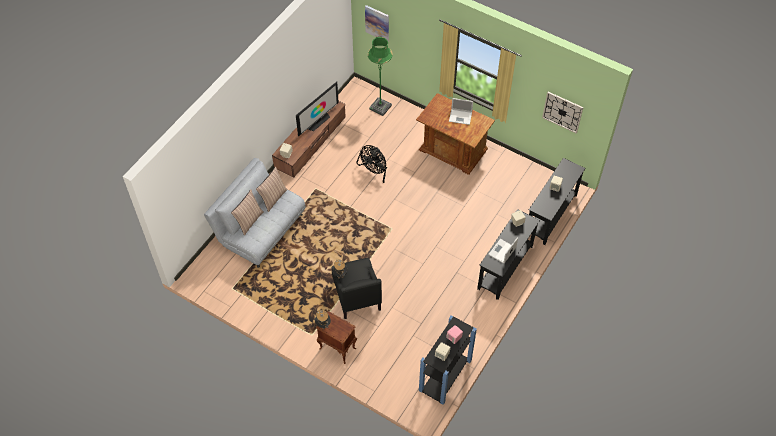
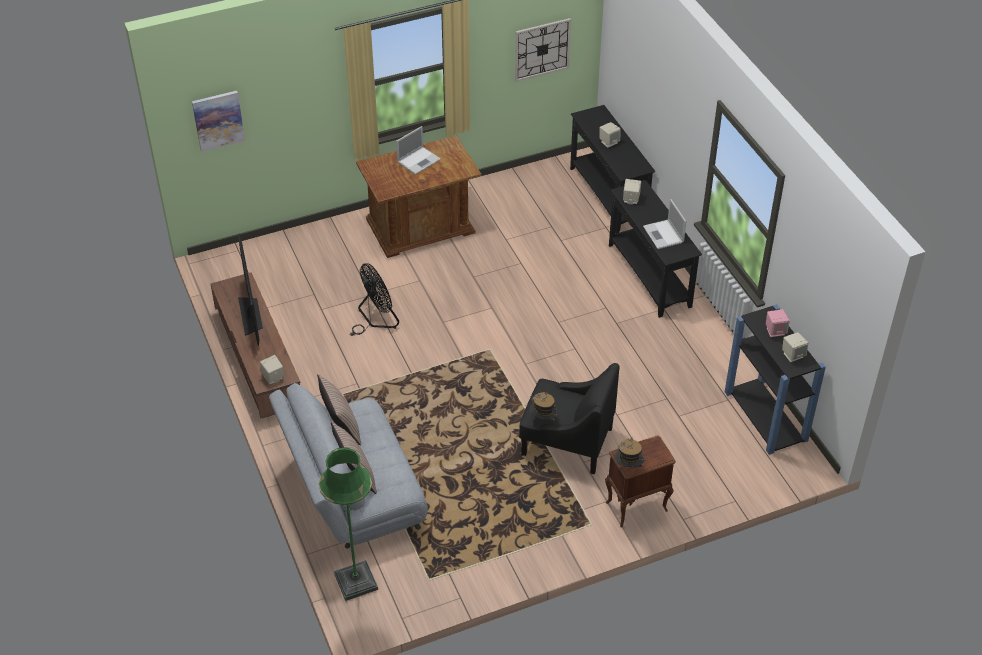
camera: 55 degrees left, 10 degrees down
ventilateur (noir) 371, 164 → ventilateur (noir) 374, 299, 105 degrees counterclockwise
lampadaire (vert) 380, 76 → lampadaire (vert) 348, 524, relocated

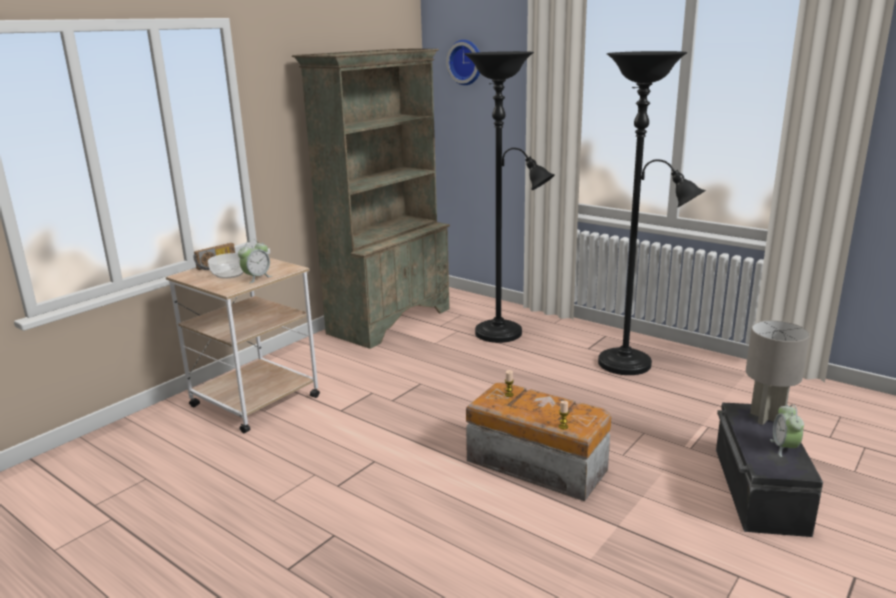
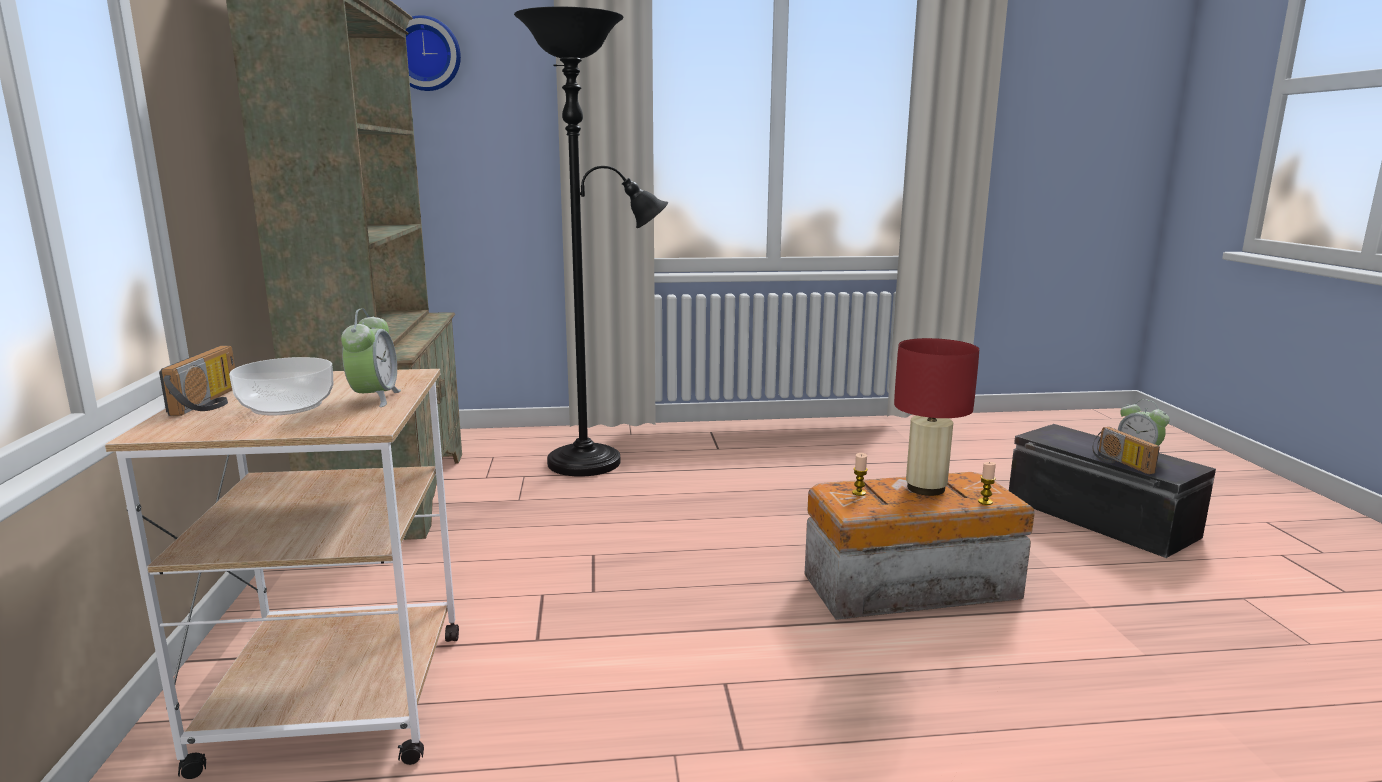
camera: 45 degrees left, 5 degrees down
lampadaire (noir) 652, 213 → -
lampe de table (gris) 778, 372 → -
- → lampe de table (rouge) 936, 417
- → radio 1126, 451

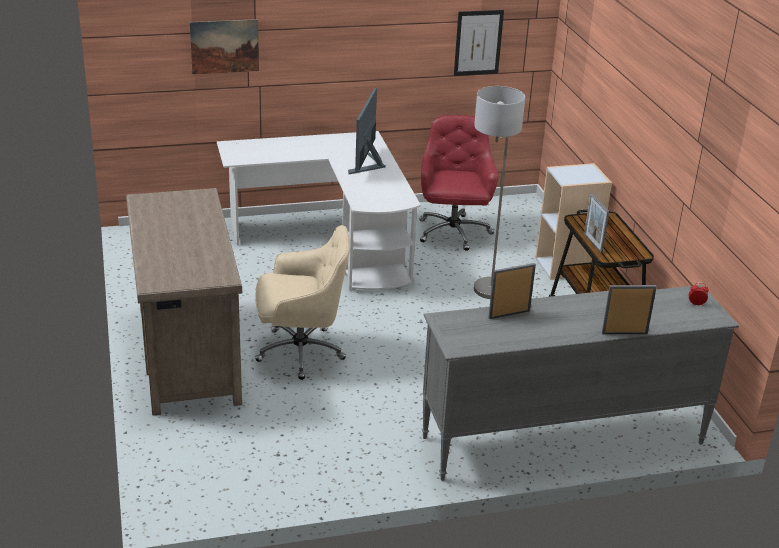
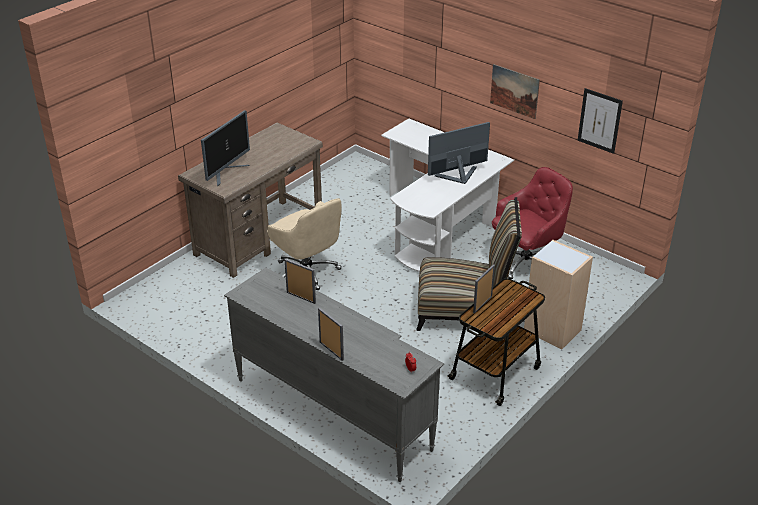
camera: 55 degrees right, 5 degrees up
tableau 224, 46 → tableau 515, 91, relocated
lampadaire (gris) 499, 192 → chaise 469, 264
- → écran d'ordinateur 225, 148

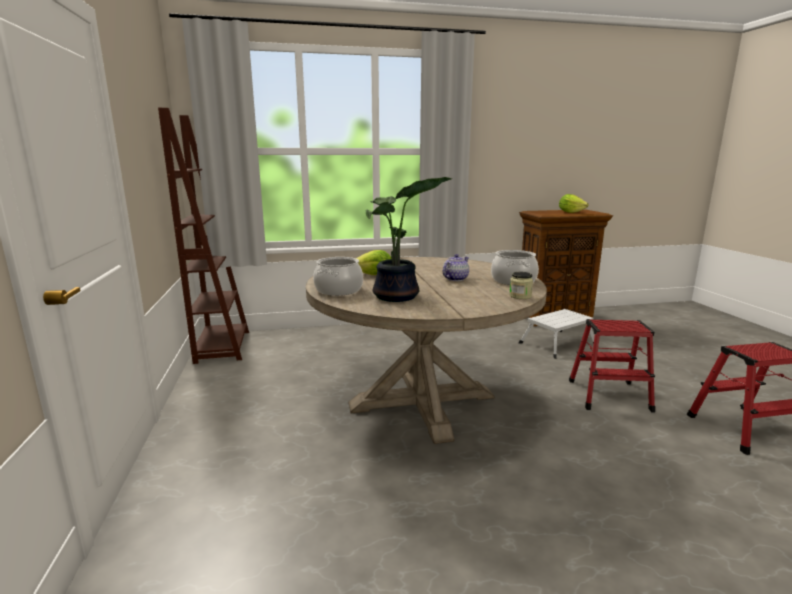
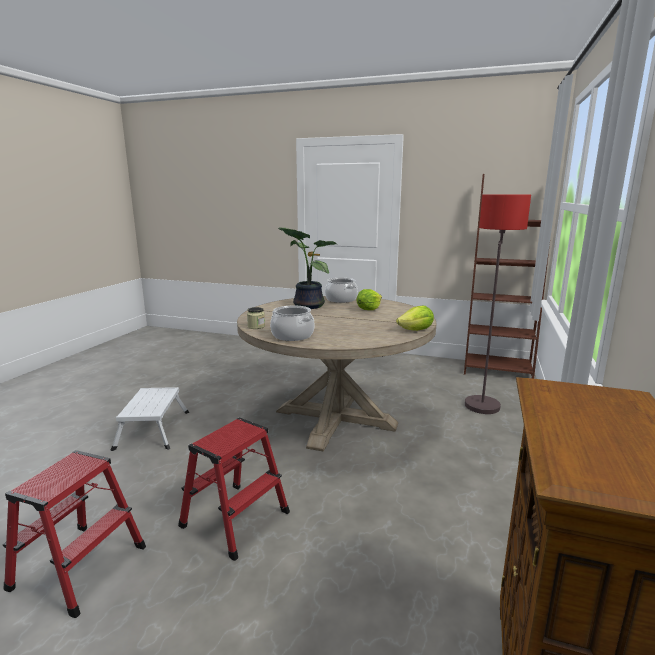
camera: 120 degrees right, 0 degrees up
théière 456, 267 → -
escabeau (blanc) 556, 334 → escabeau (blanc) 150, 419, relocated
laitue 573, 203 → laitue 415, 318, relocated
- → lampadaire (rouge) 498, 304

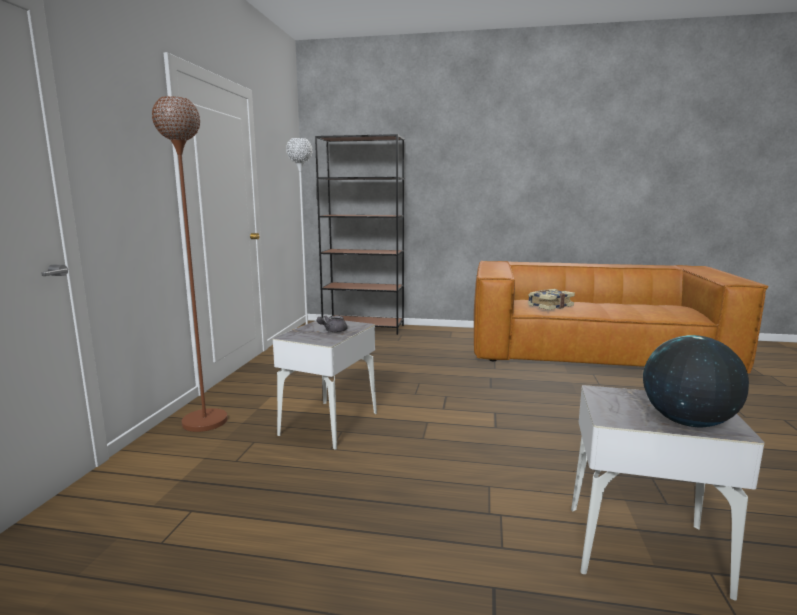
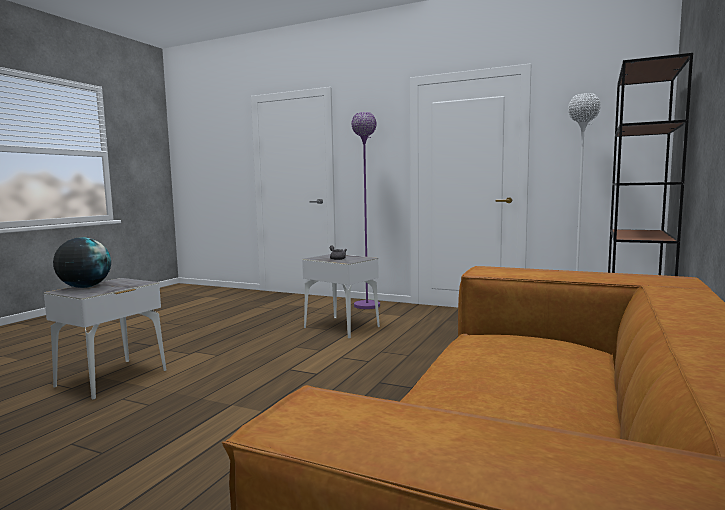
camera: 105 degrees right, 5 degrees down
lampadaire (marron) 190, 264 → lampadaire (violet) 366, 210
livre 551, 299 → -

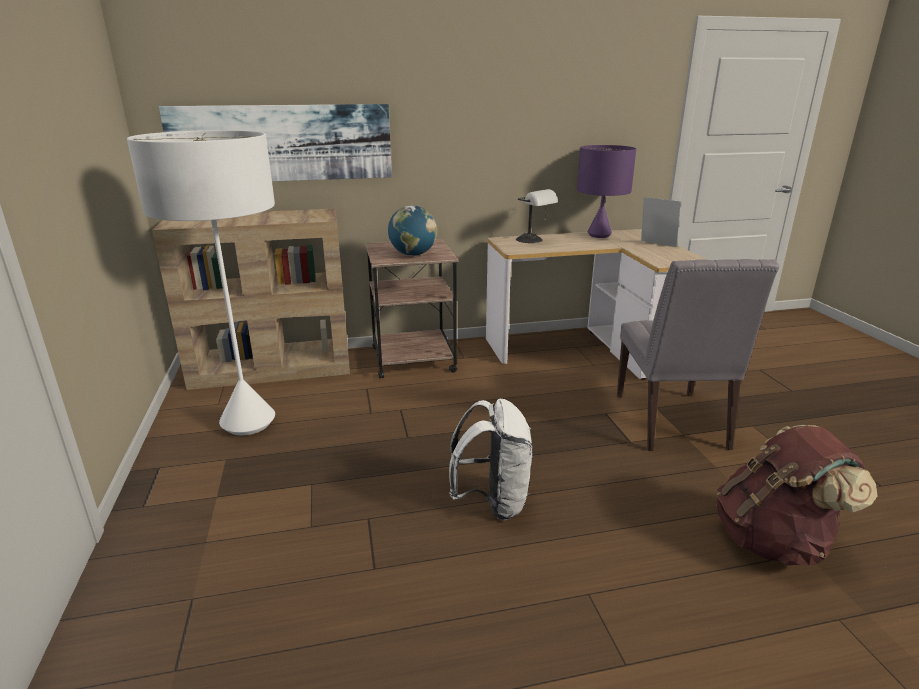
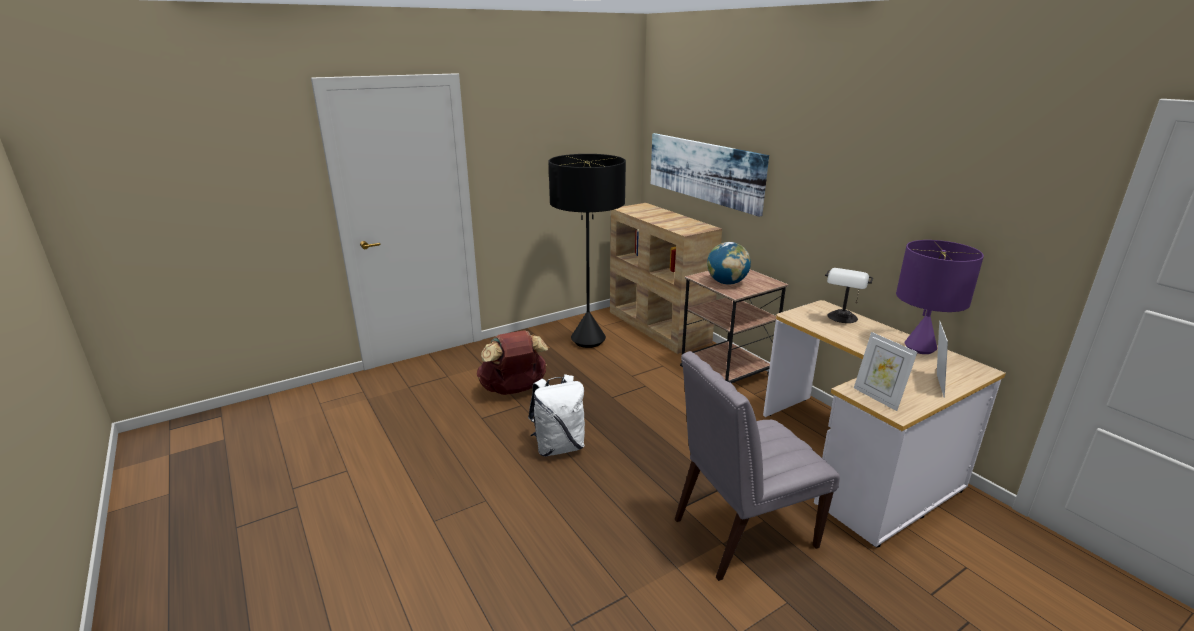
camera: 70 degrees right, 0 degrees up
lampadaire (blanc) 201, 282 → lampadaire (noir) 587, 251
sac à dos (marron) 797, 495 → sac à dos (marron) 512, 362, relocated
- → cadre photo 885, 371

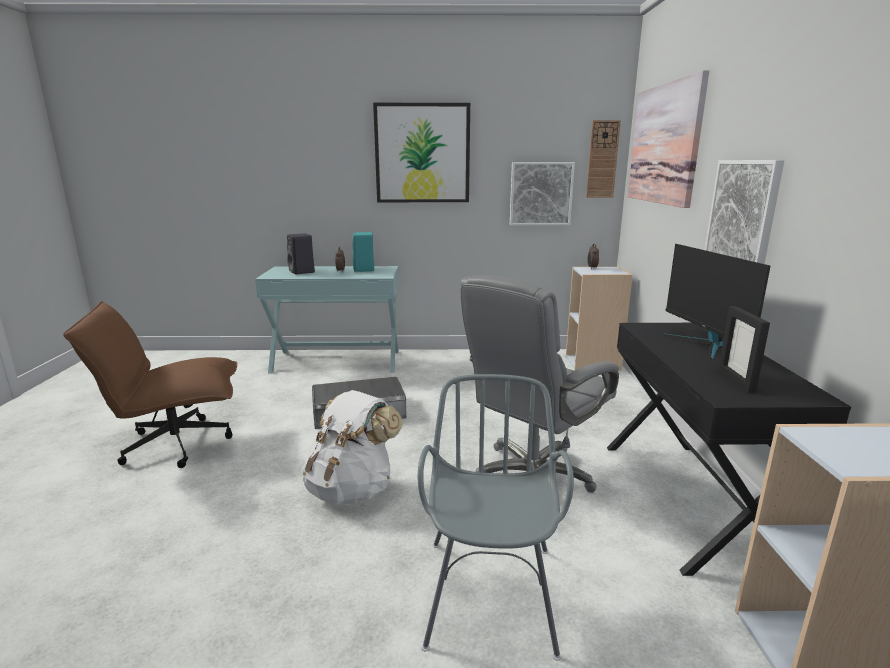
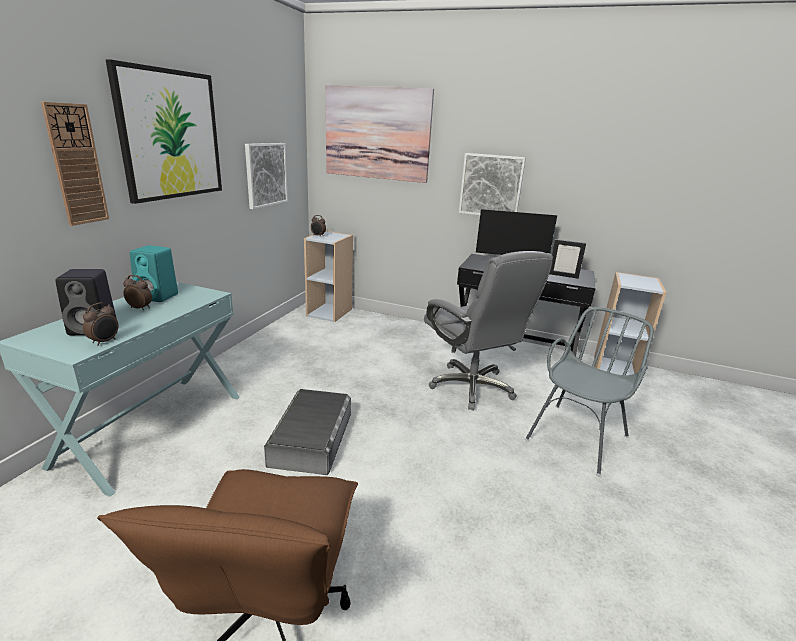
camera: 70 degrees left, 5 degrees up
sac à dos (blanc) 352, 447 → -
chaise (gris) 496, 517 → chaise (gris) 589, 392, 105 degrees clockwise
horloge murale 603, 159 → horloge murale 75, 164, relocated
- → réveil 100, 324

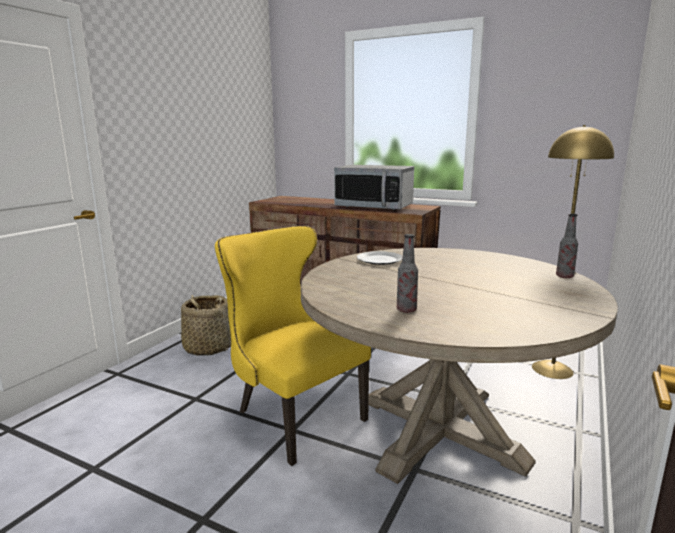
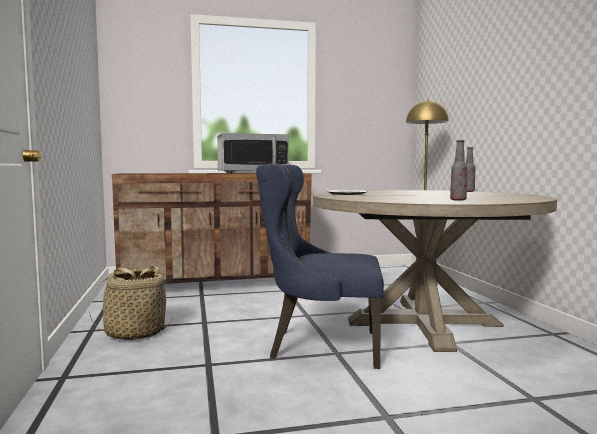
camera: 40 degrees left, 10 degrees down
chaise (jaune) 293, 346 → chaise (bleu) 320, 266

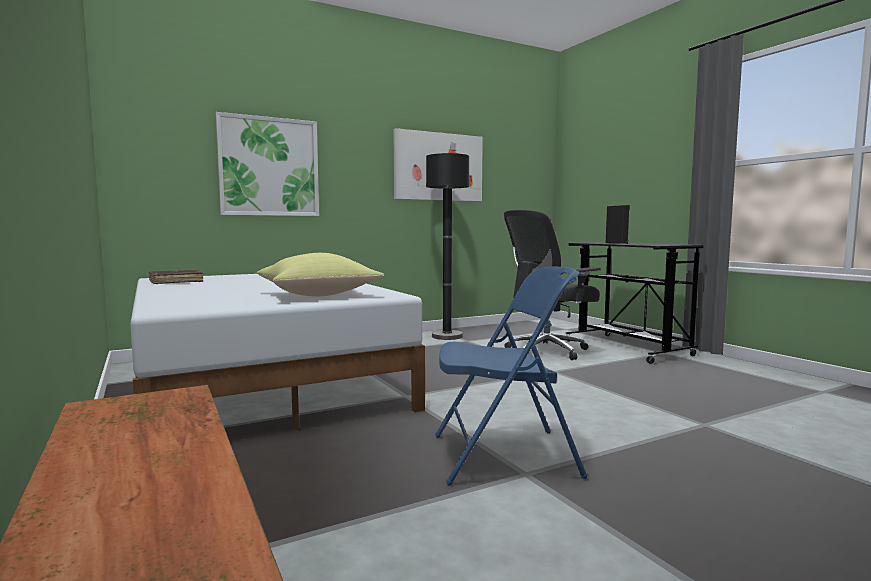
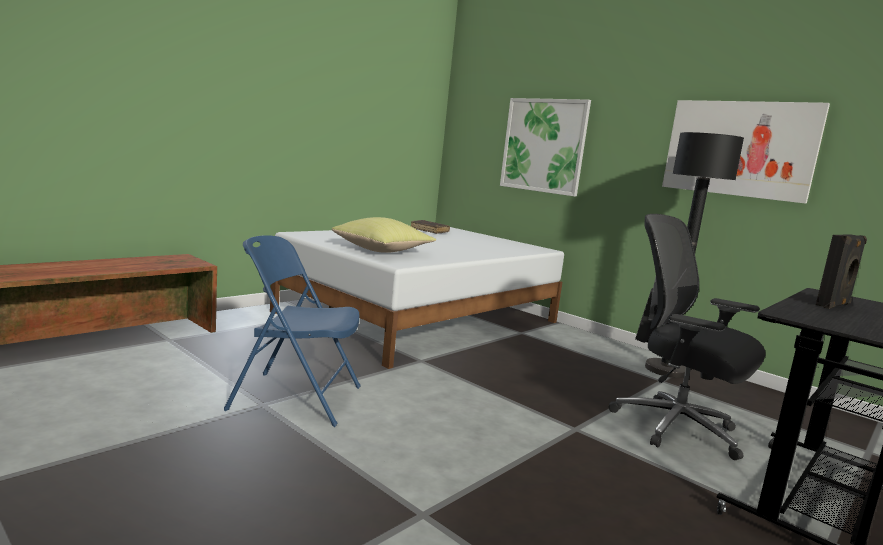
camera: 70 degrees right, 5 degrees up
chaise (bleu) 511, 376 → chaise (bleu) 292, 331, 120 degrees clockwise

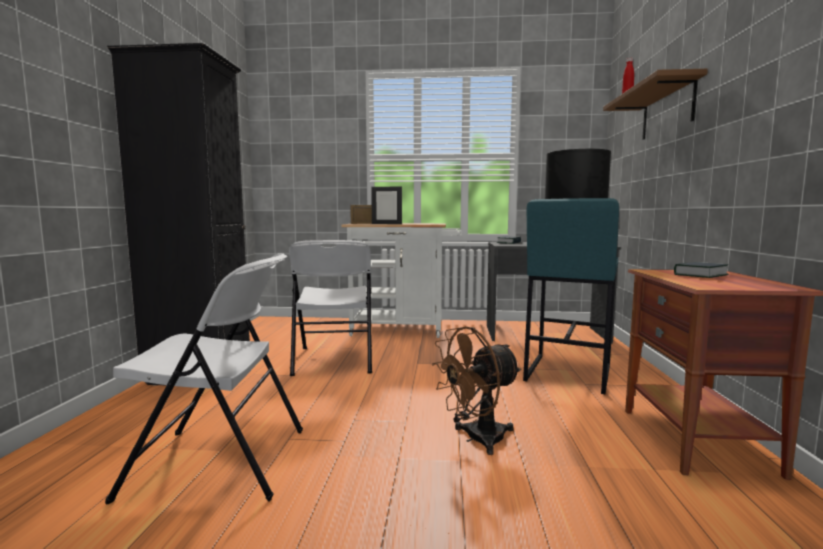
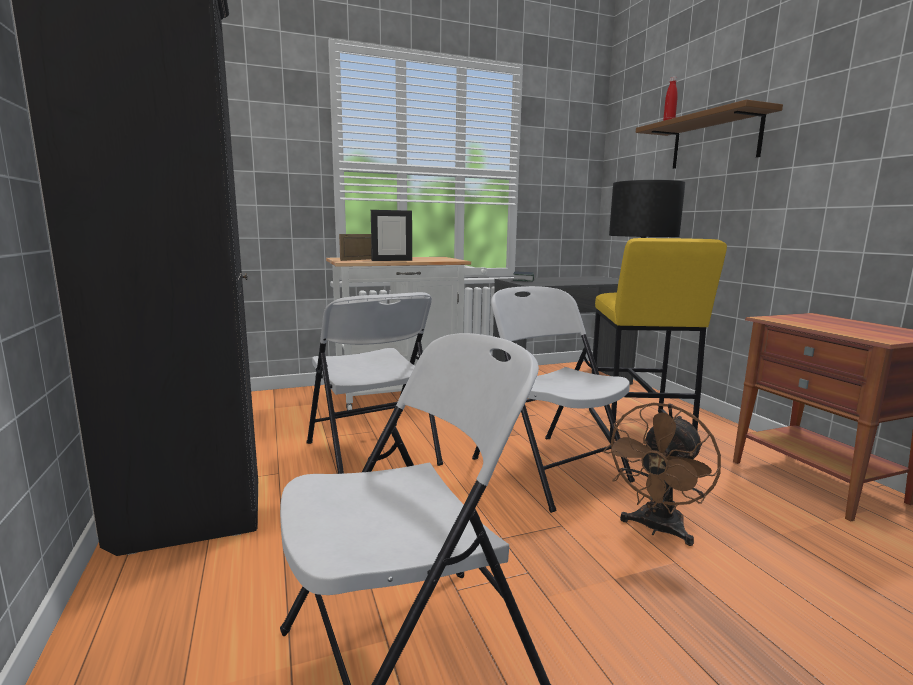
camera: 25 degrees left, 5 degrees up
tabouret (turquoise) 571, 296 → tabouret (jaune) 658, 341
livre 701, 270 → -
- → chaise (blanc) 553, 399

